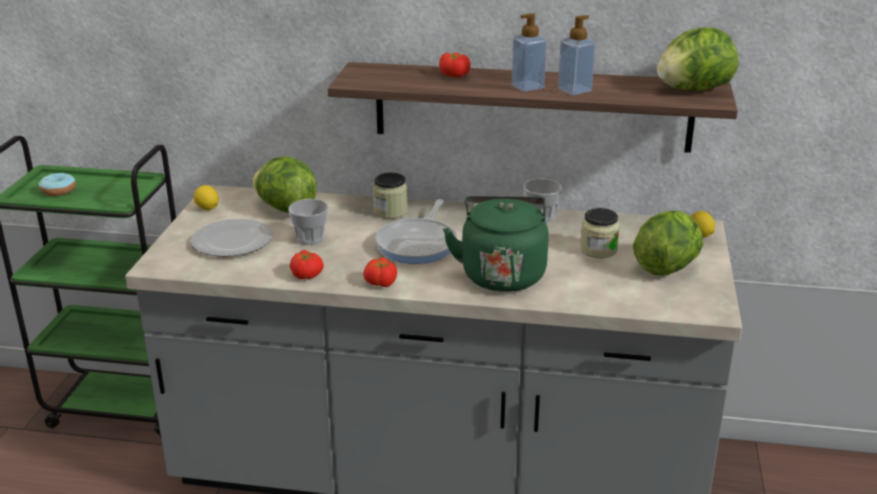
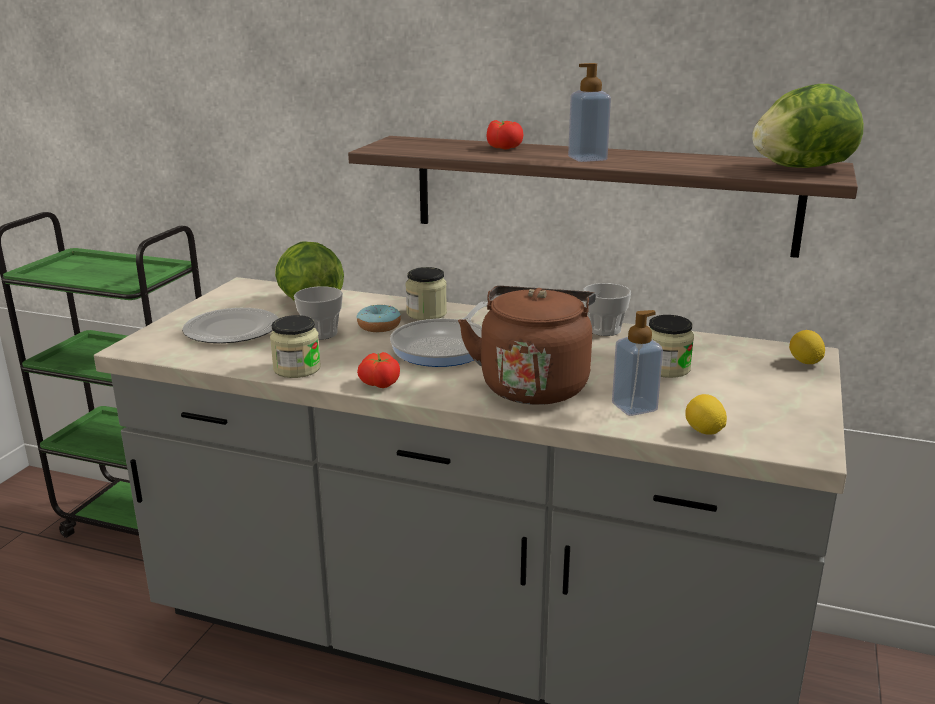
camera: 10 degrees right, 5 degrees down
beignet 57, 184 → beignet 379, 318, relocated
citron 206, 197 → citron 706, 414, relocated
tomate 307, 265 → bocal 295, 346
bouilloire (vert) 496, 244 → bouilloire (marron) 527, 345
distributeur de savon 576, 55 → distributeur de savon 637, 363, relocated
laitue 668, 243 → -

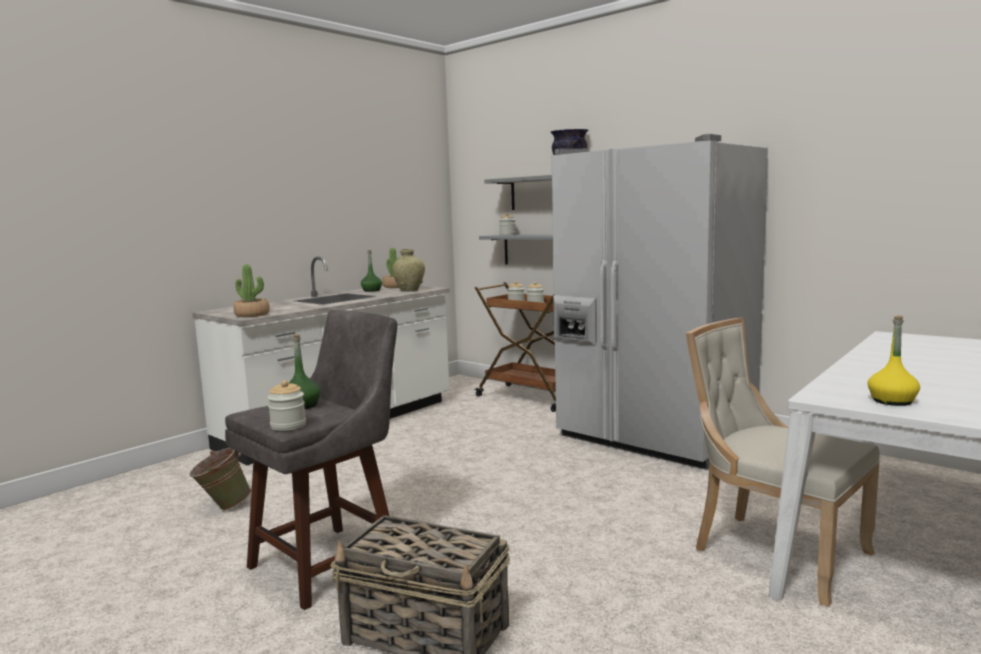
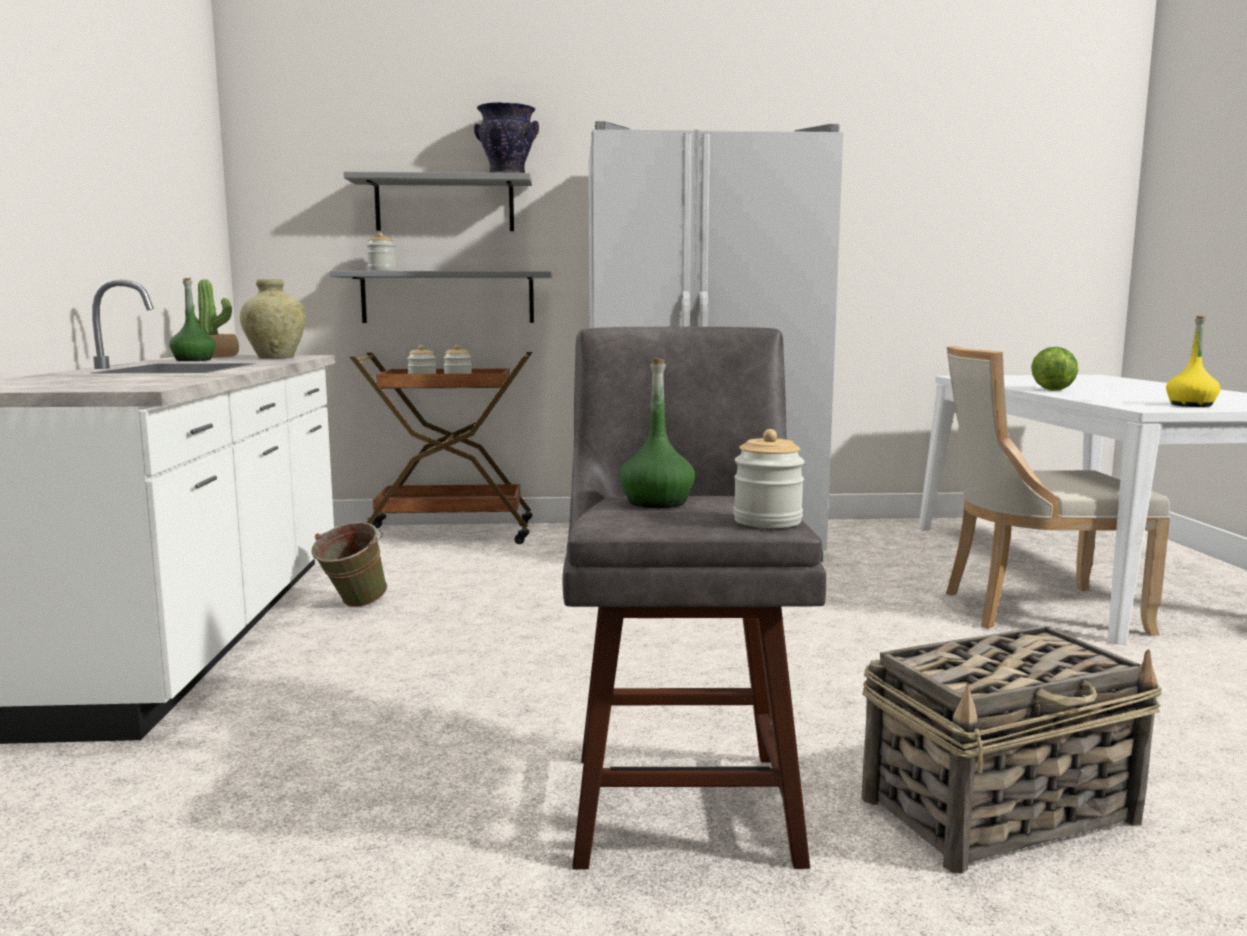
camera: 45 degrees left, 0 degrees up
seau (vert) 220, 479 → seau (vert) 349, 564, relocated
plante en pot 252, 290 → -
- → laitue 1054, 369

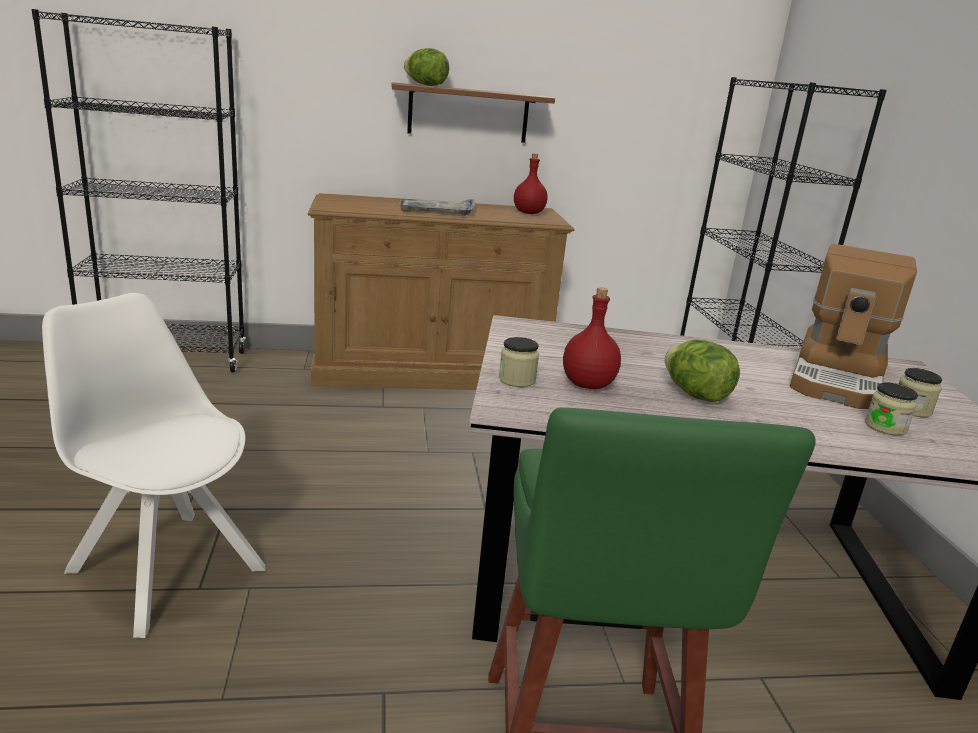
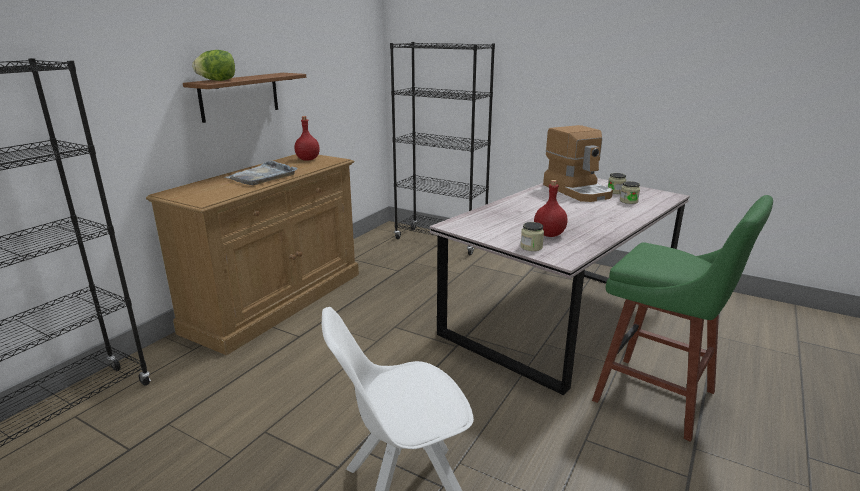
camera: 50 degrees left, 0 degrees up
laitue 702, 371 → -

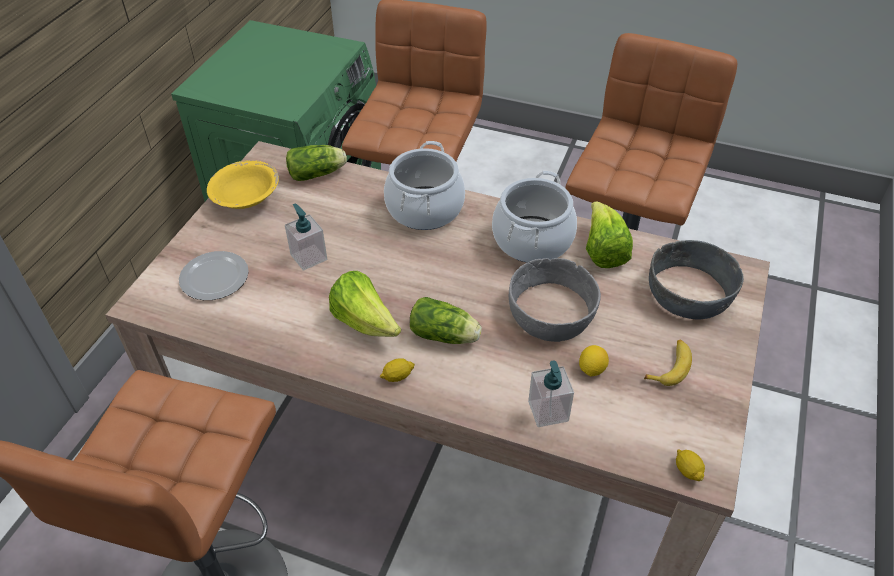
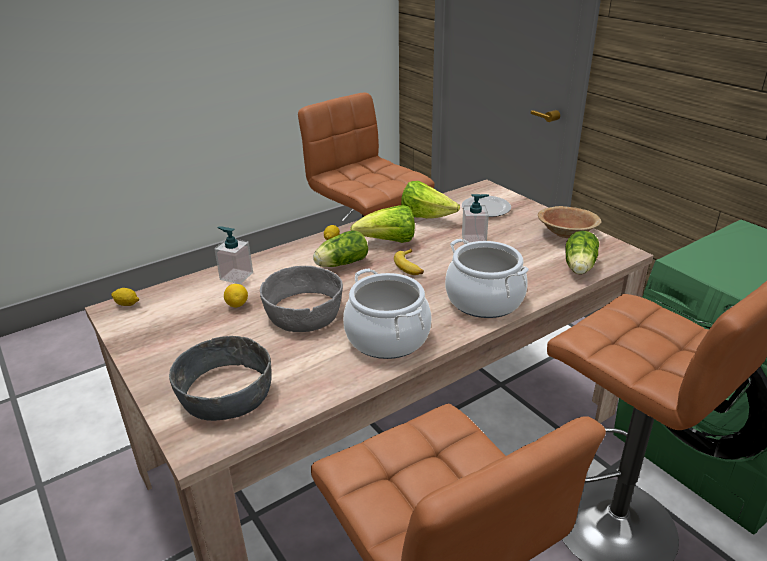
camera: 125 degrees right, 15 degrees down
bol (jaune) 243, 184 → bol (marron) 569, 222
laitue 609, 234 → laitue 430, 199, relocated
banane 668, 363 → banane 409, 262, relocated

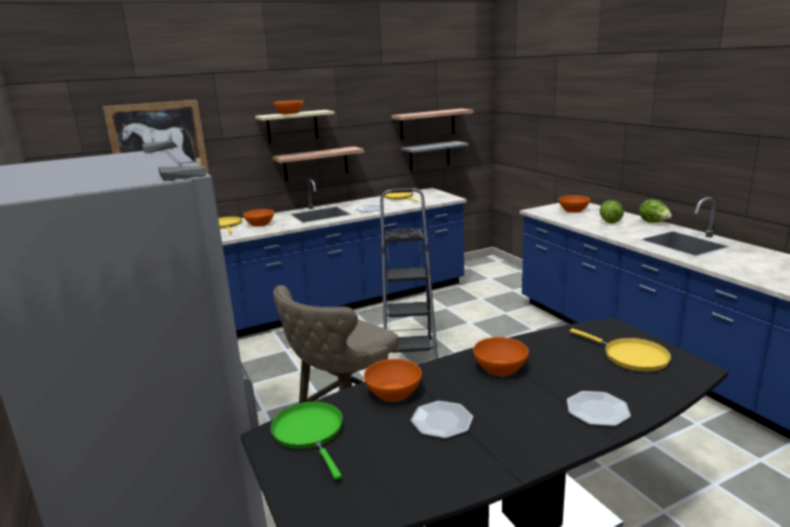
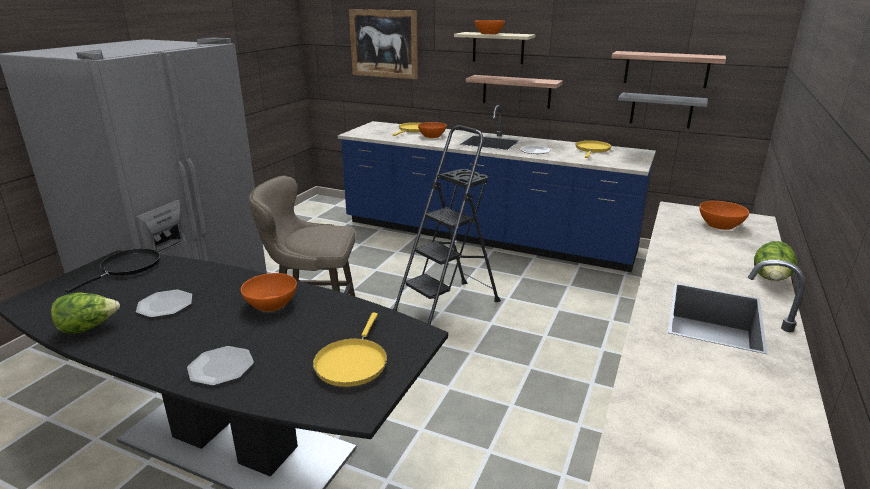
camera: 50 degrees right, 5 degrees up
poêle (vert) 306, 440 → poêle (noir) 112, 270
bol (orange) 393, 380 → -
laitue 612, 212 → laitue 85, 313, relocated

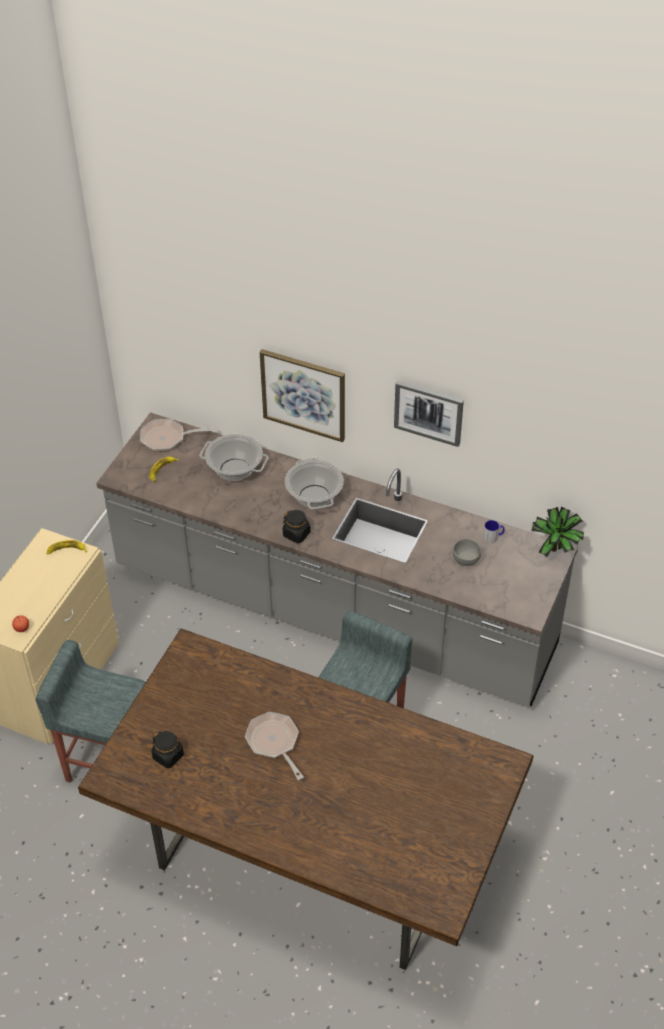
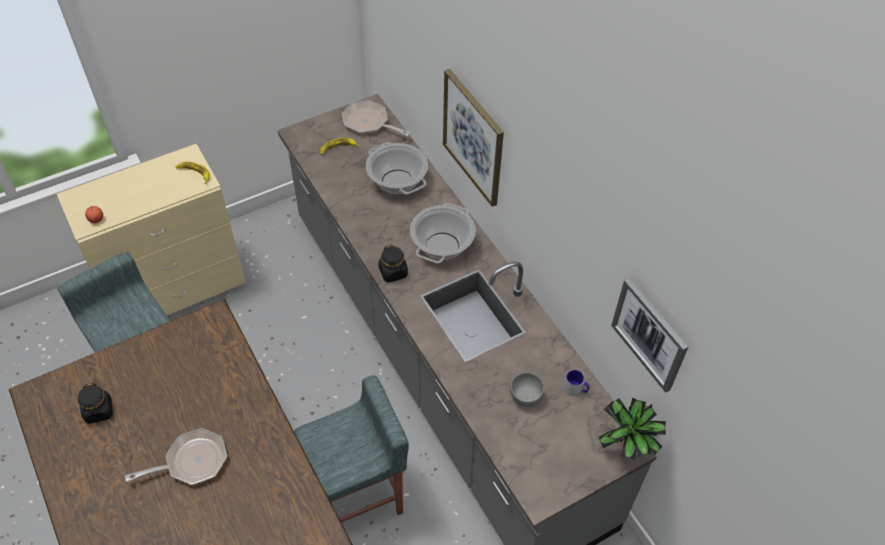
camera: 35 degrees right, 5 degrees up
poêle 274, 746 → poêle 176, 456, 60 degrees clockwise
tableau 429, 414 → tableau 649, 335, relocated

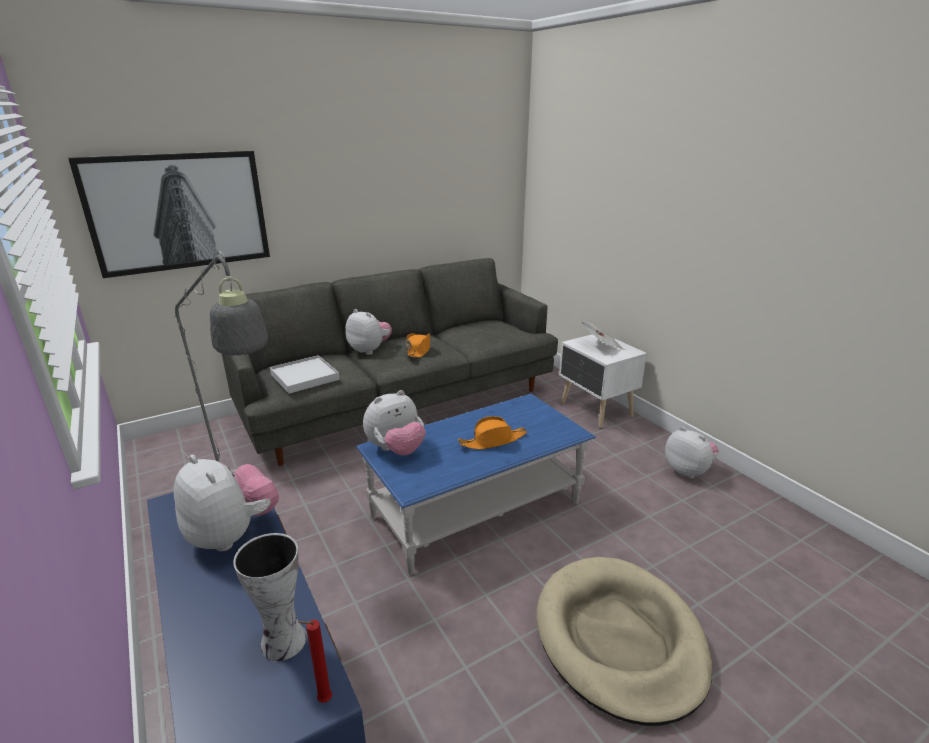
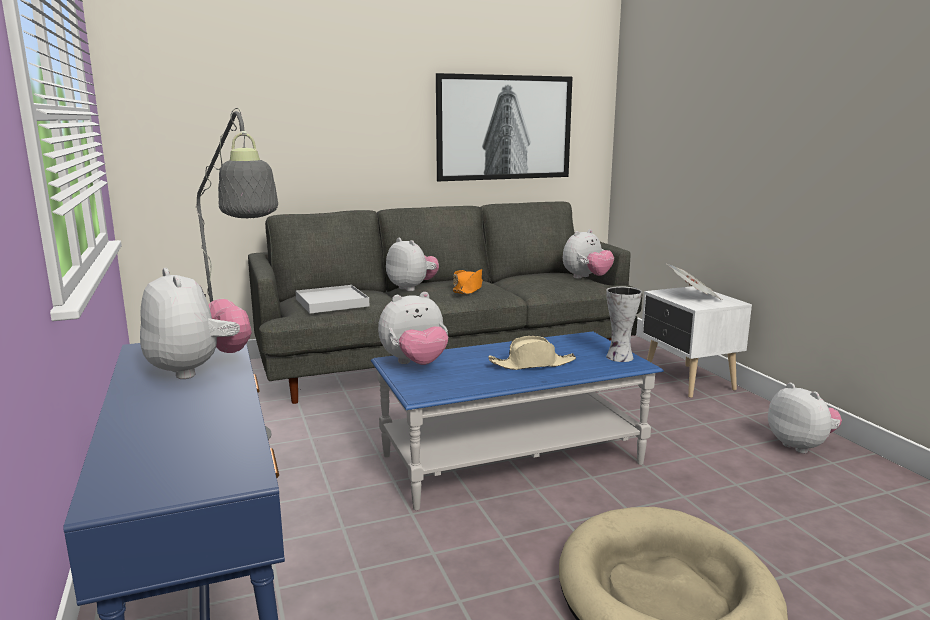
camera: 10 degrees right, 10 degrees down
tableau 169, 214 → tableau 504, 127, relocated
vase 270, 597 → vase 624, 324, relocated
bougie (rouge) 315, 661 → -
chapeau (orange) 492, 433 → chapeau (beige) 532, 353
- → peluche 588, 254

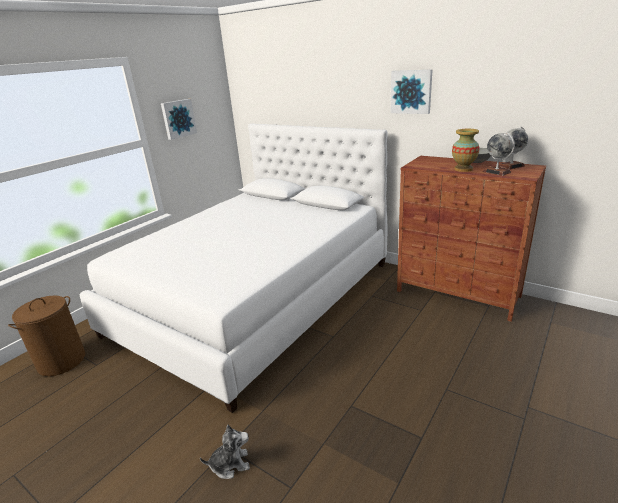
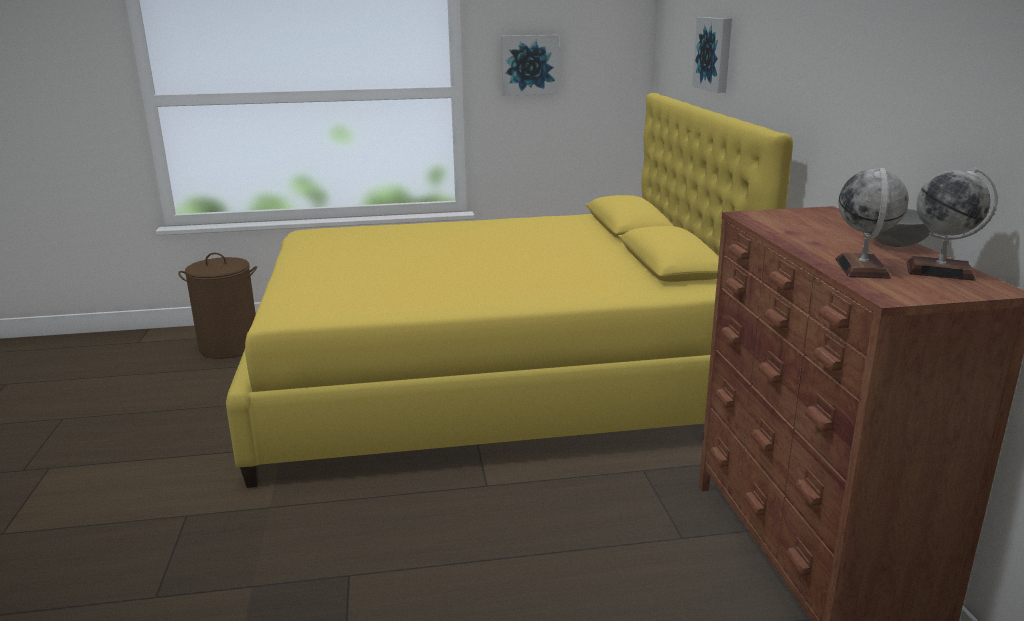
camera: 45 degrees right, 5 degrees down
lit (blanc) 233, 268 → lit (jaune) 509, 290
peluche 225, 452 → -
tableau 411, 92 → tableau 712, 55, relocated
vase 465, 150 → -

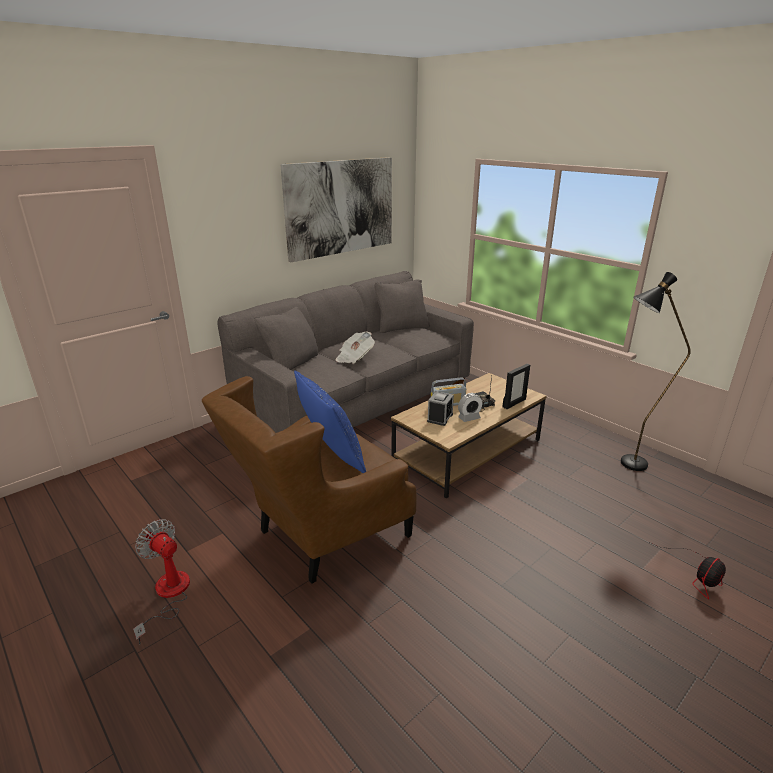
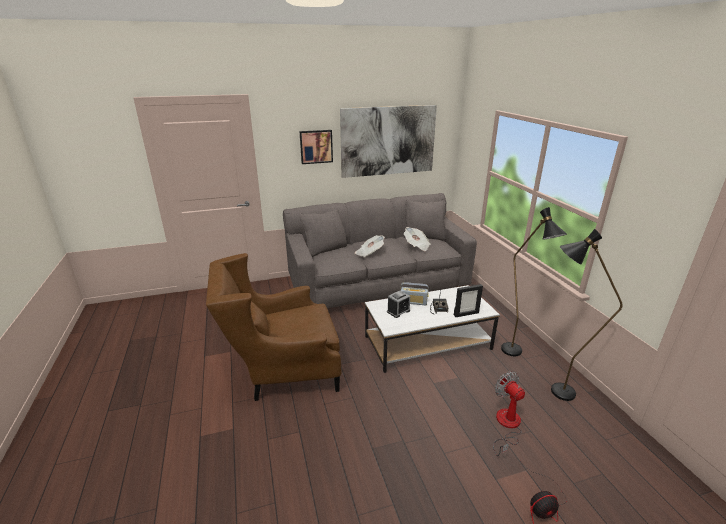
camera: 25 degrees right, 0 degrees up
ventilateur 161, 581 → ventilateur 509, 413, relocated
coussin (bleu) 330, 422 → -
table basse (marron) 469, 435 → table basse (blanc) 432, 329
réveil 470, 407 → -
- → tableau 316, 147
- → journal 417, 239
- → lampadaire (noir) 534, 281

